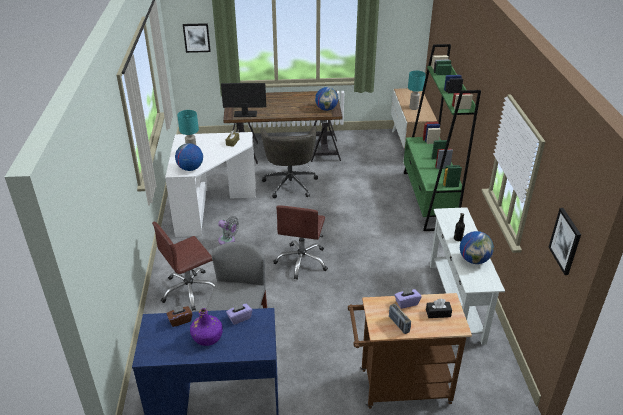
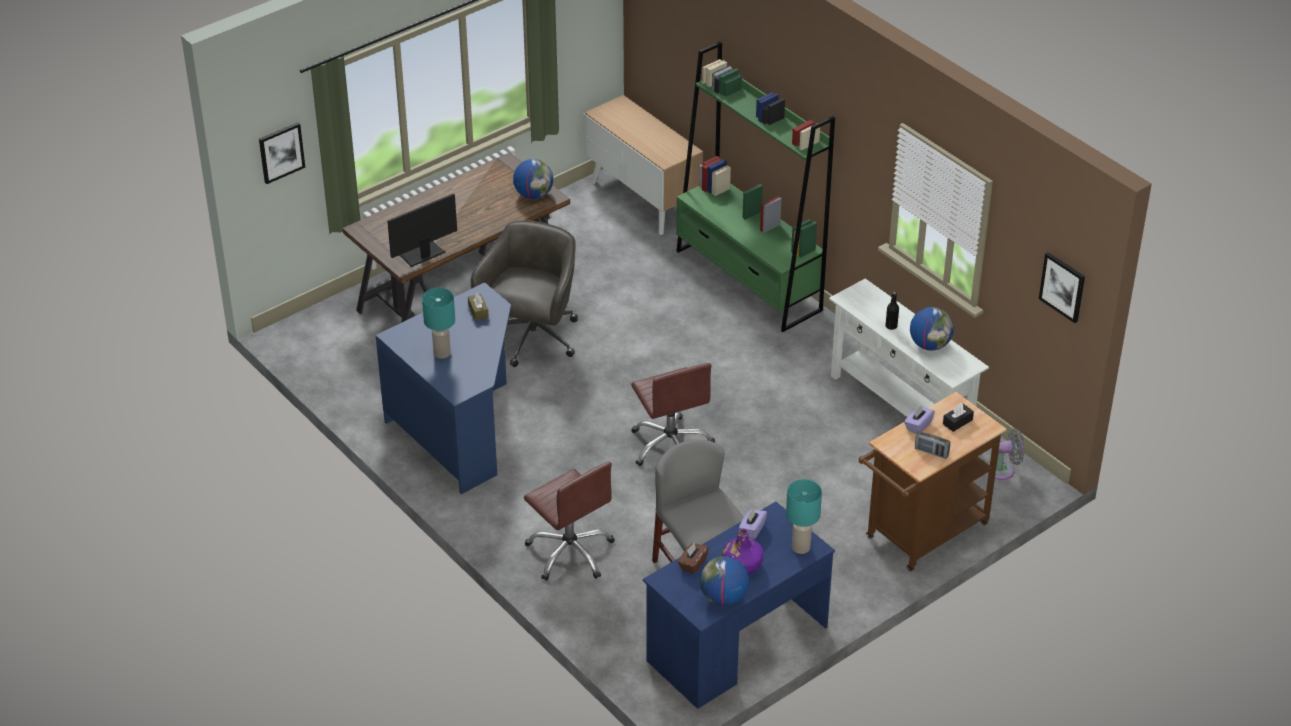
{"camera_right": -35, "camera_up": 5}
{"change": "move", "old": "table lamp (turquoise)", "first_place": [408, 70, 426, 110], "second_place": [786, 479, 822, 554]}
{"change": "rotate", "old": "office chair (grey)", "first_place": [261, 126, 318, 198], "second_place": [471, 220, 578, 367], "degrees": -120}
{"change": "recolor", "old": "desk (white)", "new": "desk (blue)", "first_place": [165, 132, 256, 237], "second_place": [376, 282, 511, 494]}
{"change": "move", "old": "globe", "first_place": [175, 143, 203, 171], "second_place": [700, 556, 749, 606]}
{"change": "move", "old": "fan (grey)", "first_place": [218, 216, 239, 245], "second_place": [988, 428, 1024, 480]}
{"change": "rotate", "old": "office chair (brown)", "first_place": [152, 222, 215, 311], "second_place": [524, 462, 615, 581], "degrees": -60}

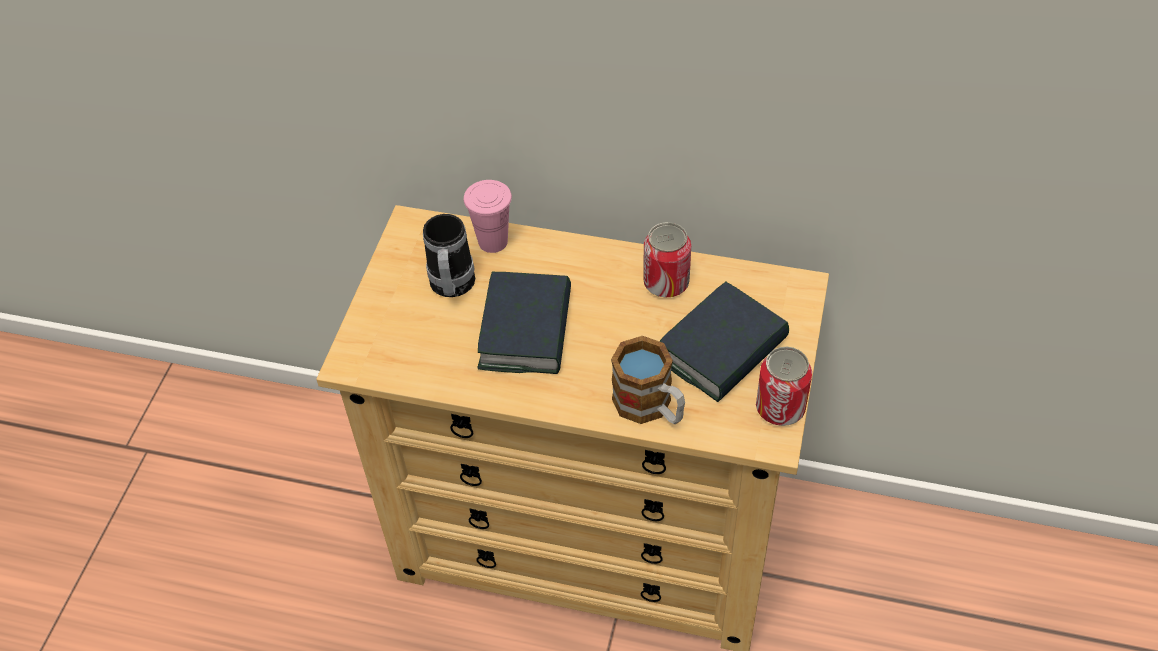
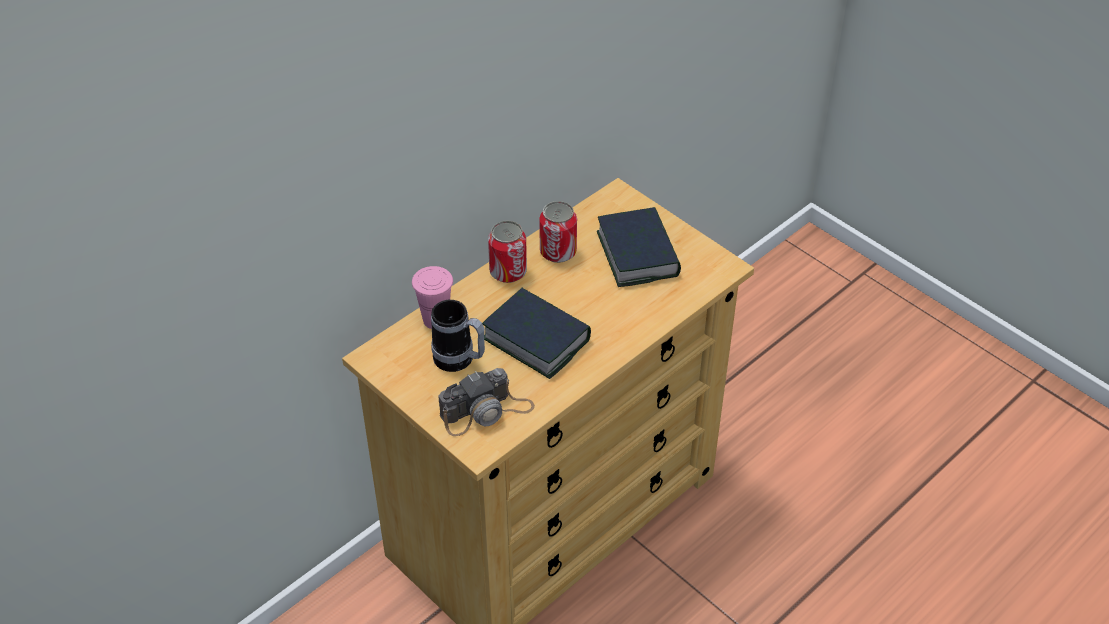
{"camera_right": -60, "camera_up": -5}
{"change": "delete", "old": "mug", "first_place": [611, 336, 685, 424]}
{"change": "move", "old": "can", "first_place": [756, 347, 812, 426], "second_place": [488, 221, 527, 283]}
{"change": "insert", "new": "photo camera", "second_place": [438, 368, 535, 436]}

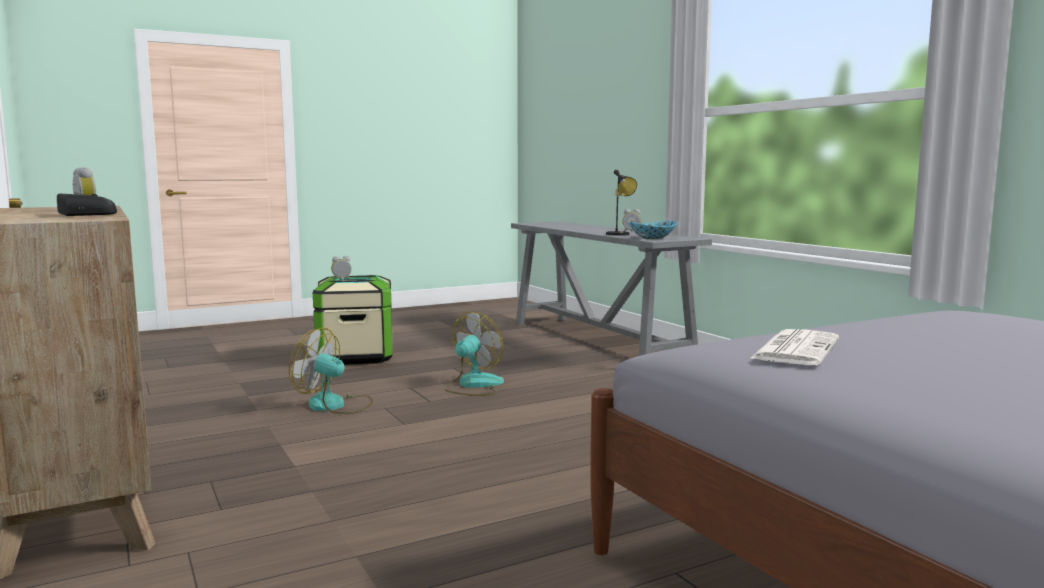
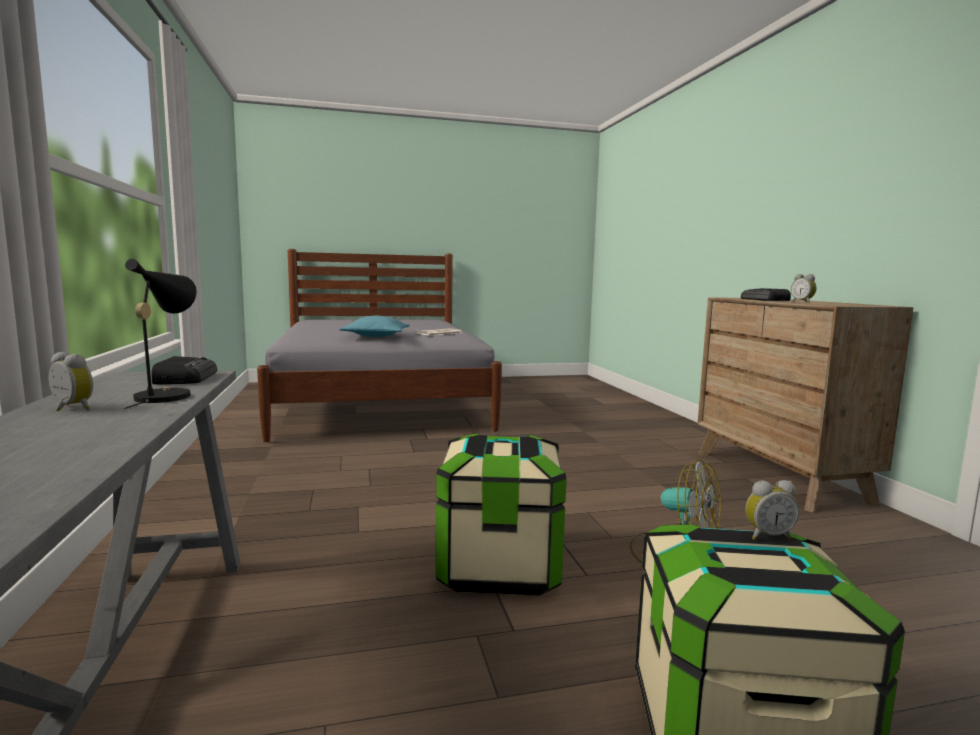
{"camera_right": -165, "camera_up": 0}
{"change": "replace", "old": "bowl", "new": "radio", "first_place": [628, 221, 678, 239], "second_place": [151, 356, 217, 384]}
{"change": "replace", "old": "fan", "new": "storage box", "first_place": [445, 312, 504, 396], "second_place": [436, 433, 567, 596]}
{"change": "insert", "new": "pillow (turquoise)", "second_place": [339, 316, 410, 337]}

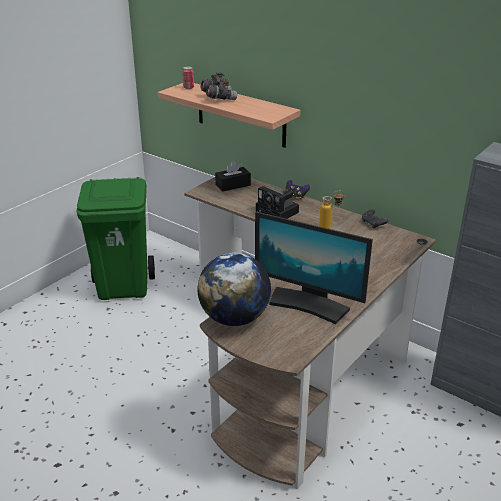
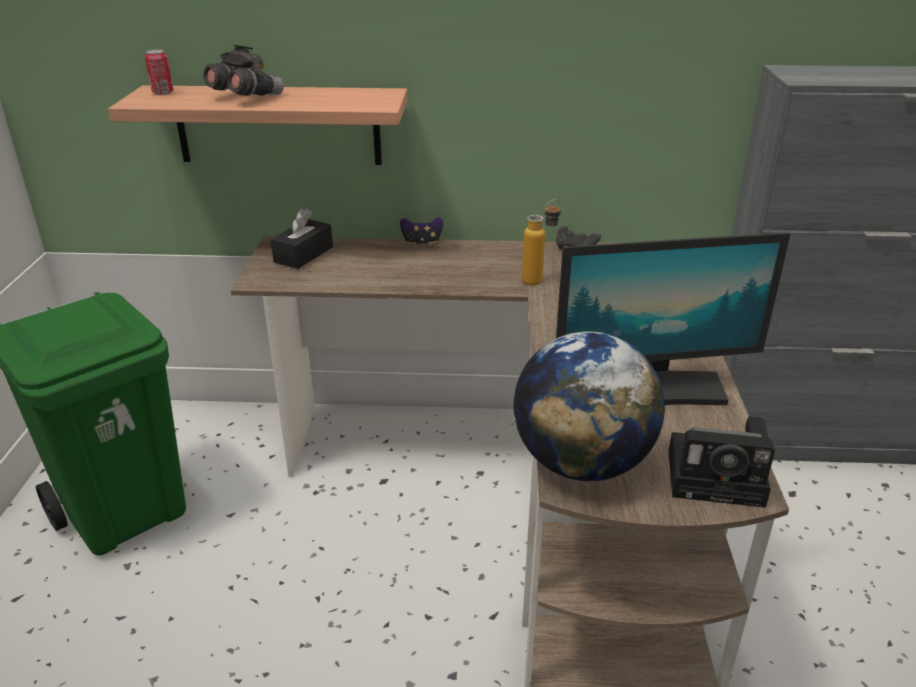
{"camera_right": -35, "camera_up": 0}
{"change": "move", "old": "photo camera", "first_place": [256, 186, 299, 219], "second_place": [669, 416, 775, 508]}

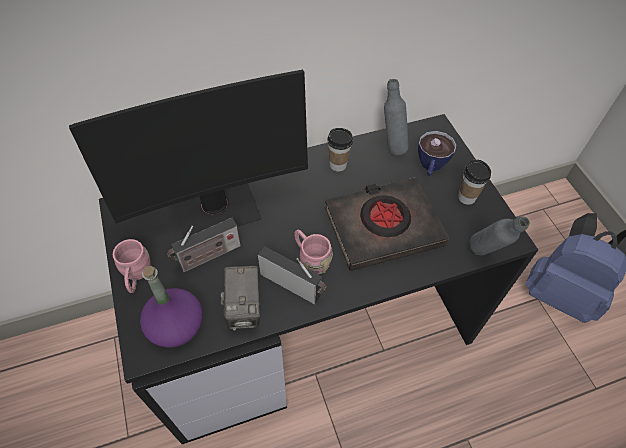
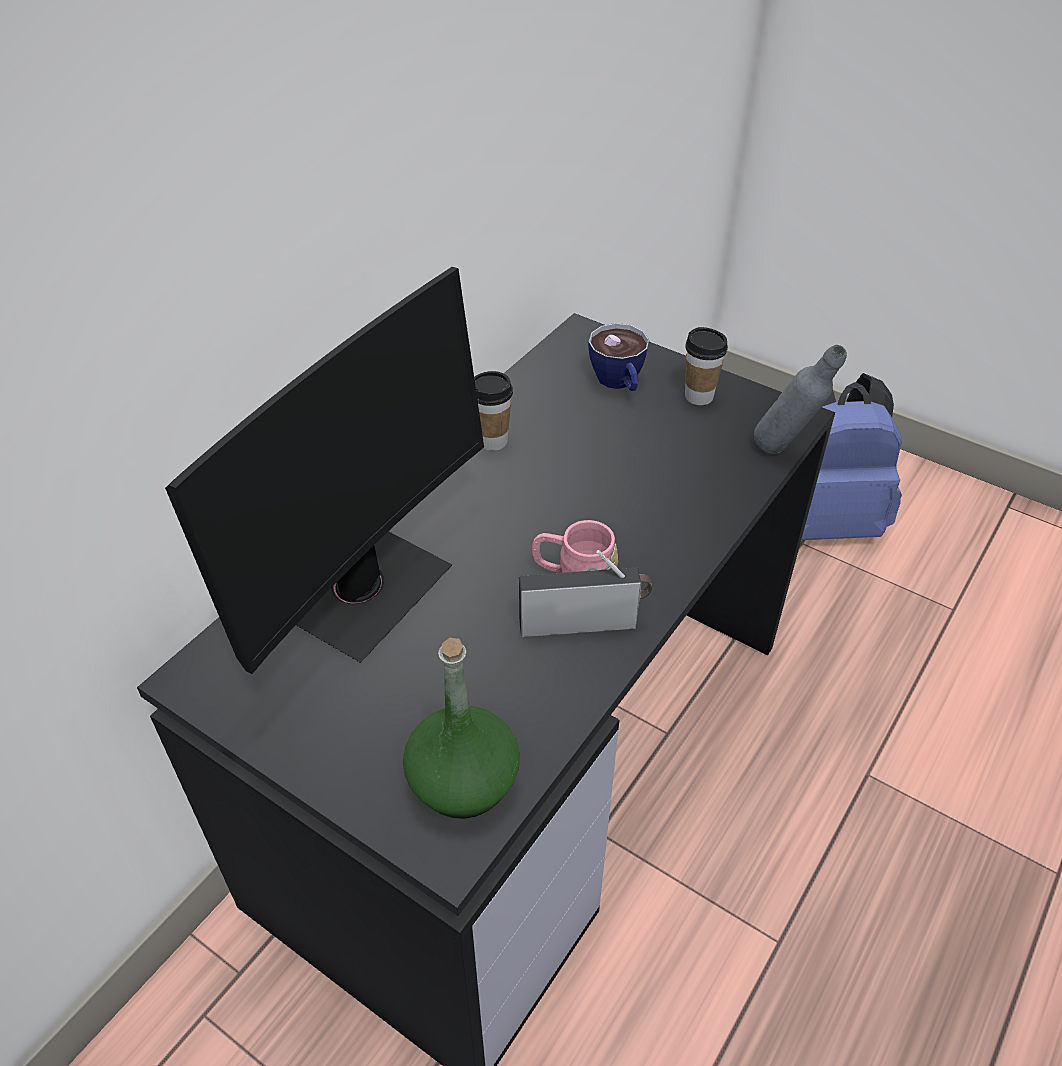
{"camera_right": -35, "camera_up": -10}
{"change": "delete", "old": "bottle (grey)", "first_place": [384, 79, 409, 155]}
{"change": "delete", "old": "book (black)", "first_place": [325, 177, 449, 271]}
{"change": "delete", "old": "radio", "first_place": [167, 218, 241, 273]}
{"change": "delete", "old": "mug (pink)", "first_place": [113, 239, 151, 293]}
{"change": "recolor", "old": "bottle (purple)", "new": "bottle (green)", "first_place": [140, 266, 203, 347], "second_place": [403, 638, 520, 819]}
{"change": "delete", "old": "photo camera", "first_place": [221, 266, 260, 331]}

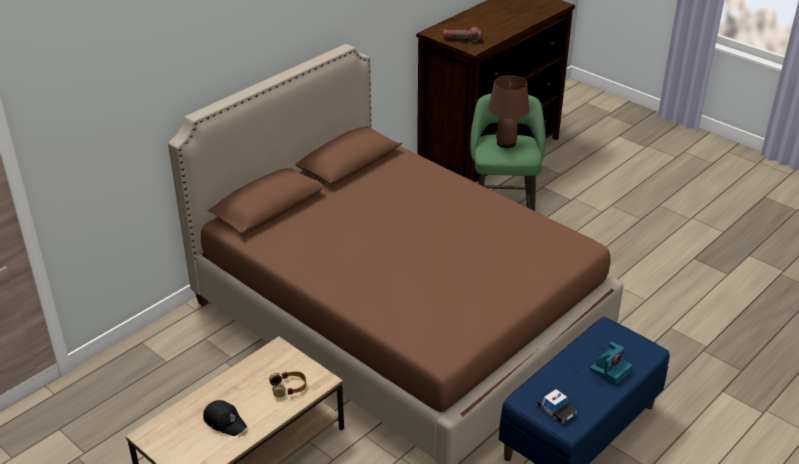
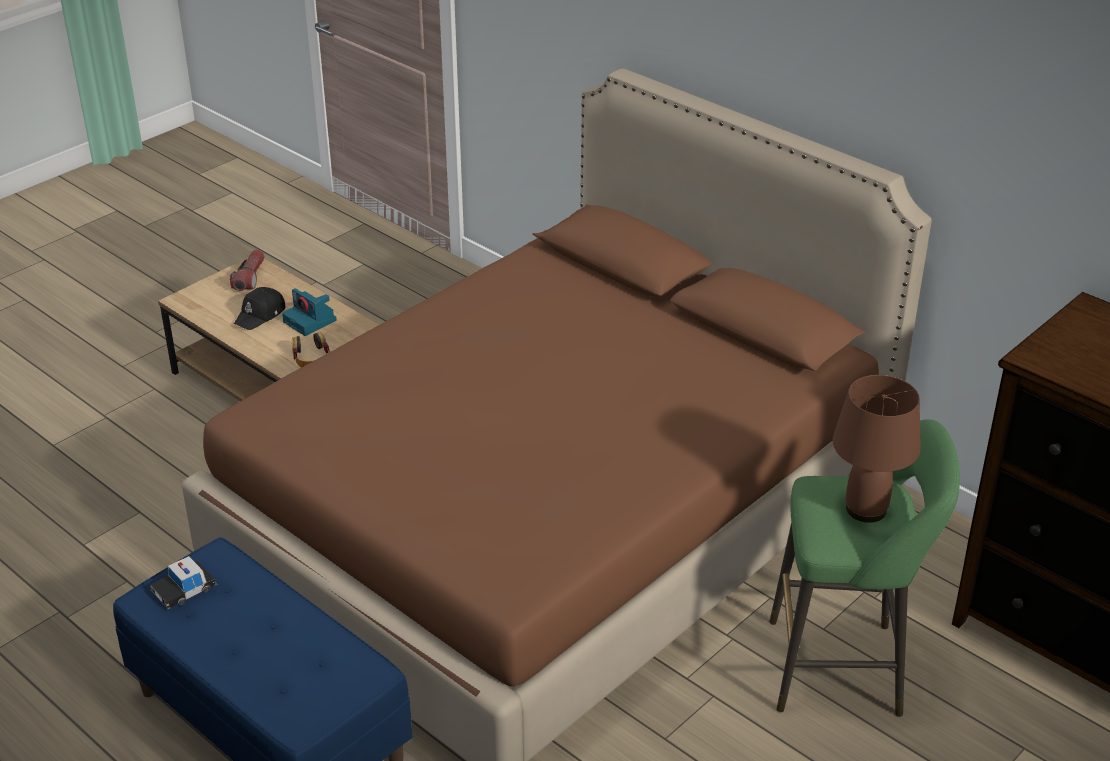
{"camera_right": 90, "camera_up": 0}
{"change": "move", "old": "flashlight", "first_place": [443, 27, 481, 42], "second_place": [230, 250, 265, 291]}
{"change": "move", "old": "photo camera", "first_place": [590, 342, 632, 385], "second_place": [282, 288, 337, 336]}

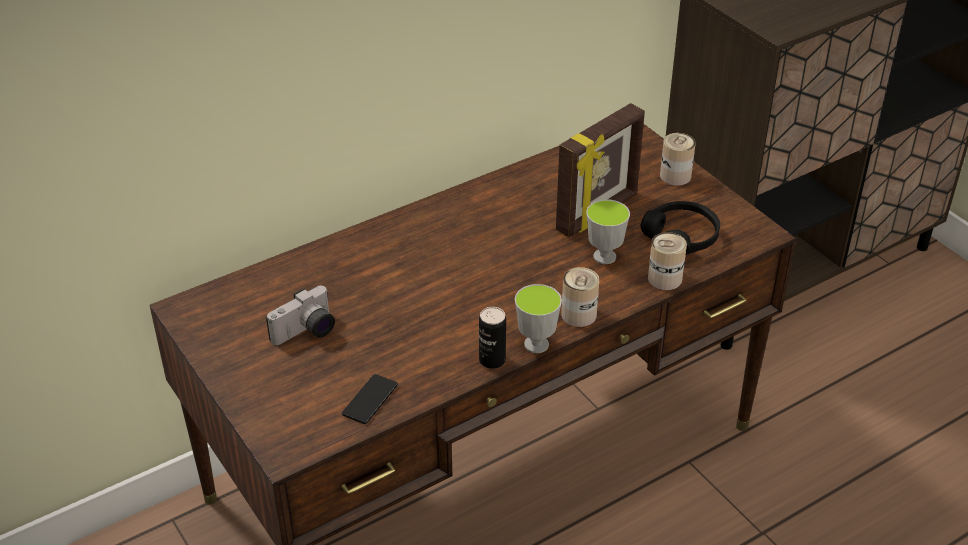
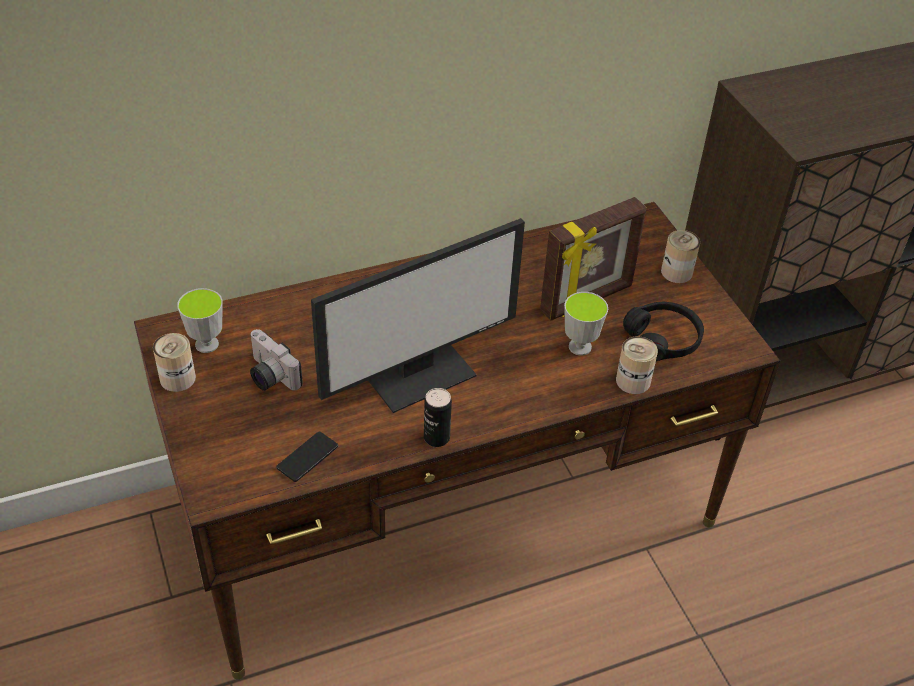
{"camera_right": 10, "camera_up": 5}
{"change": "move", "old": "can", "first_place": [561, 267, 599, 327], "second_place": [153, 333, 196, 392]}
{"change": "move", "old": "cup", "first_place": [515, 284, 562, 353], "second_place": [177, 288, 223, 353]}
{"change": "rotate", "old": "photo camera", "first_place": [266, 286, 335, 345], "second_place": [250, 329, 303, 391], "degrees": 75}
{"change": "insert", "new": "monitor", "second_place": [311, 218, 525, 413]}

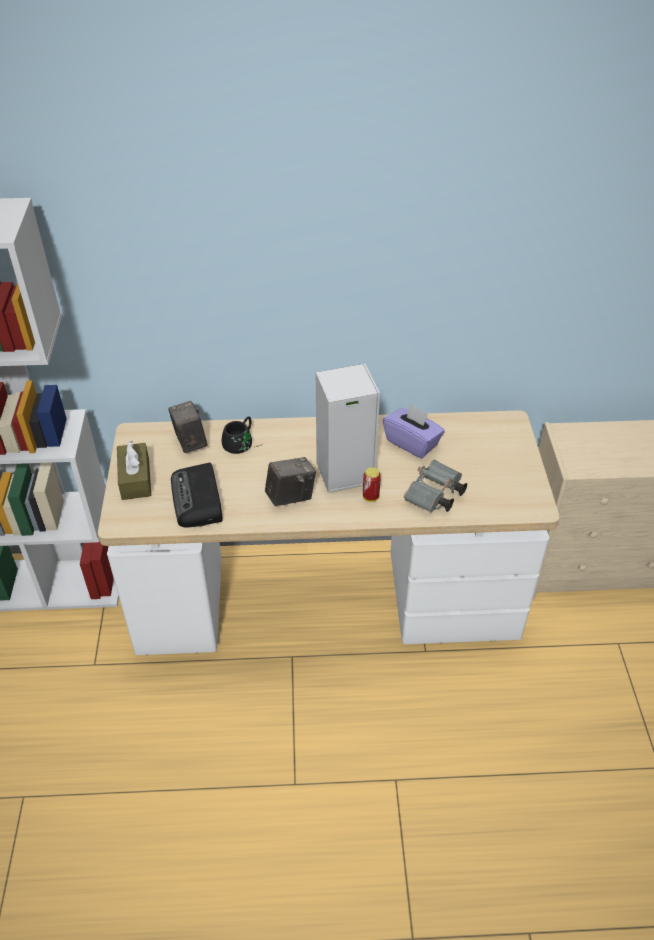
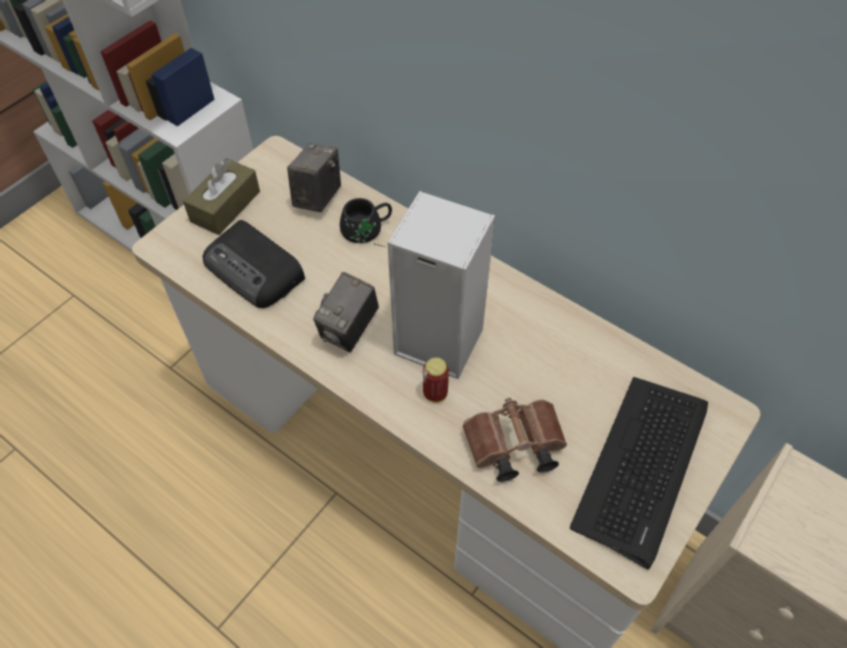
{"camera_right": 40, "camera_up": 10}
{"change": "delete", "old": "tissue box (purple)", "first_place": [383, 404, 445, 458]}
{"change": "rotate", "old": "photo camera", "first_place": [265, 457, 316, 507], "second_place": [313, 272, 379, 352], "degrees": 105}
{"change": "recolor", "old": "binoculars (grey)", "new": "binoculars (brown)", "first_place": [404, 459, 467, 513], "second_place": [462, 398, 567, 482]}
{"change": "rotate", "old": "radio", "first_place": [171, 462, 223, 528], "second_place": [203, 220, 305, 308], "degrees": -75}
{"change": "insert", "new": "keyboard", "second_place": [570, 377, 708, 570]}

